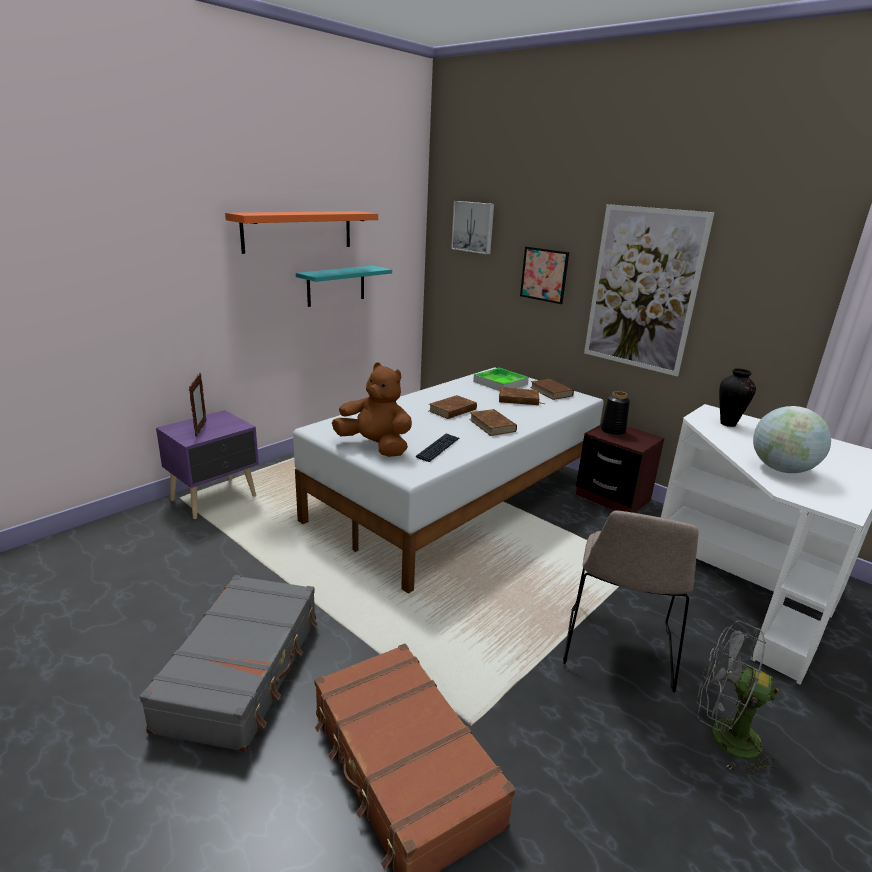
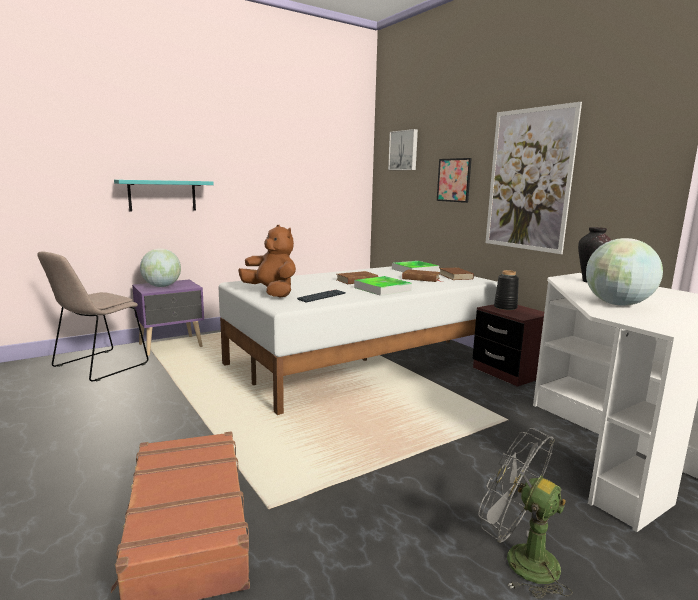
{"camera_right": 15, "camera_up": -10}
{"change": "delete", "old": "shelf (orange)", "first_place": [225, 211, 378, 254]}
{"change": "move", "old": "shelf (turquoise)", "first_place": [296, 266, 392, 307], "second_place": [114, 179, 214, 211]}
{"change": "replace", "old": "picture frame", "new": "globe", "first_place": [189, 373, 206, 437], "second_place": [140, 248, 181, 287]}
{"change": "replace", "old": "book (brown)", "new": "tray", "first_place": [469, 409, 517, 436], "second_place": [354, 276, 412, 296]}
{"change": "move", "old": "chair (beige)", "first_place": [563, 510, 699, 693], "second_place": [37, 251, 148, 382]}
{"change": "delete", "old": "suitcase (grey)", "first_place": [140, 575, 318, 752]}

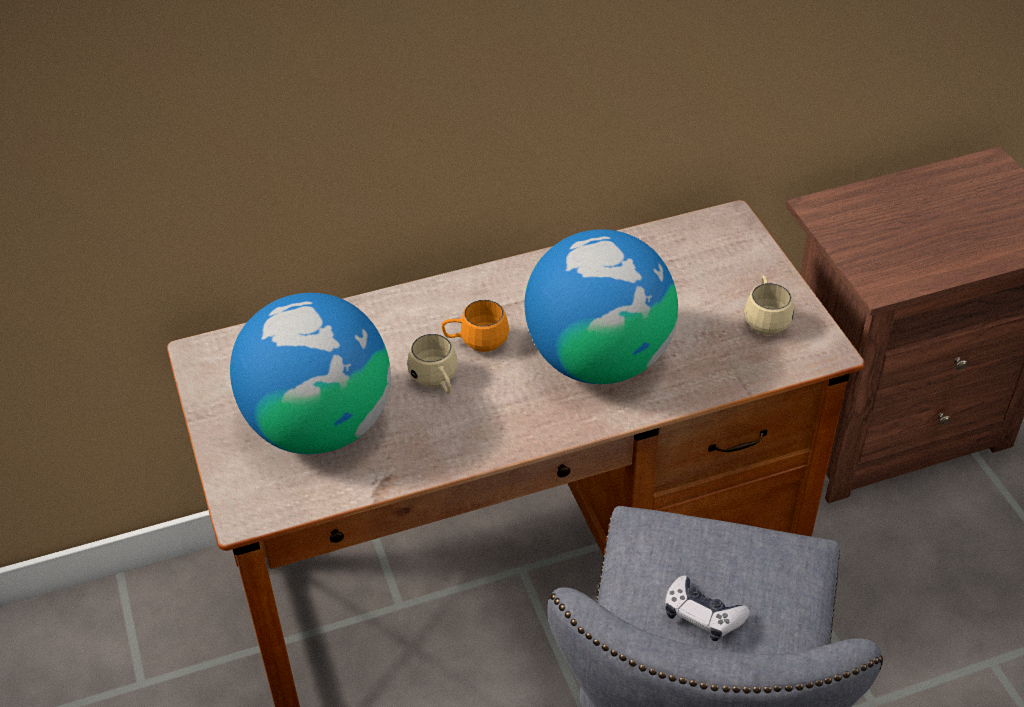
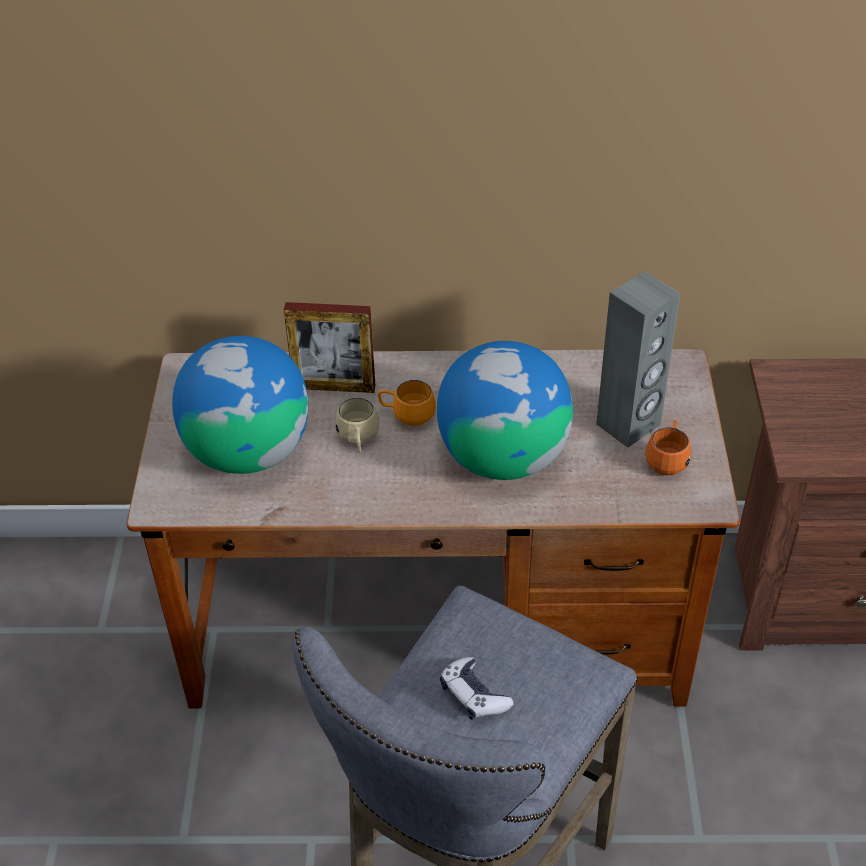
{"camera_right": 20, "camera_up": 0}
{"change": "recolor", "old": "mug (beige)", "new": "mug (orange)", "first_place": [744, 275, 794, 335], "second_place": [645, 420, 691, 475]}
{"change": "insert", "new": "speaker (grey)", "second_place": [596, 271, 681, 447]}
{"change": "insert", "new": "picture frame", "second_place": [284, 302, 375, 393]}

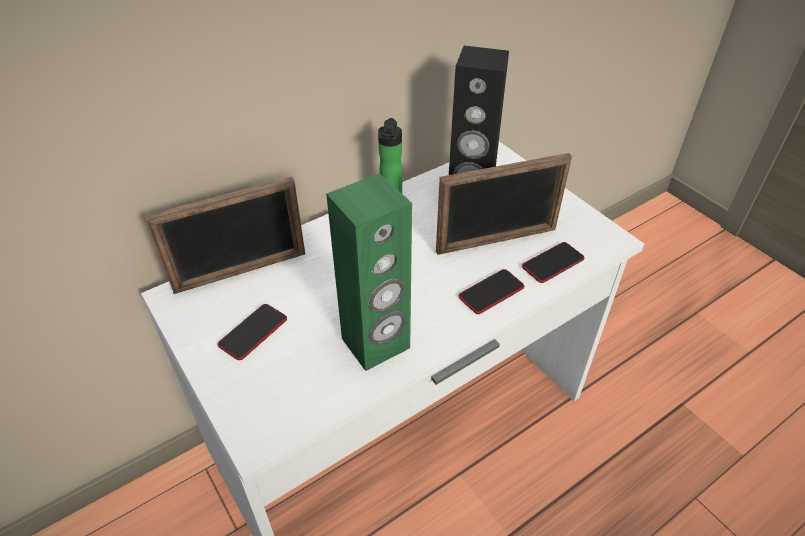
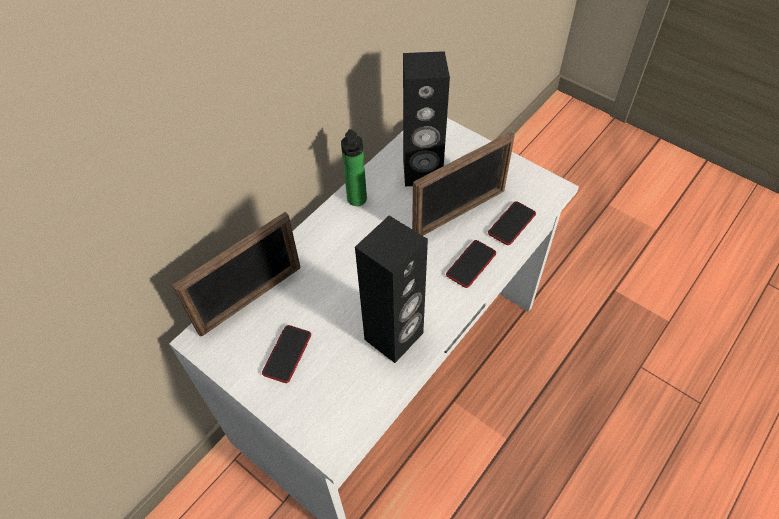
{"camera_right": -15, "camera_up": 10}
{"change": "recolor", "old": "speaker (green)", "new": "speaker (black)", "first_place": [326, 174, 412, 371], "second_place": [355, 216, 428, 363]}

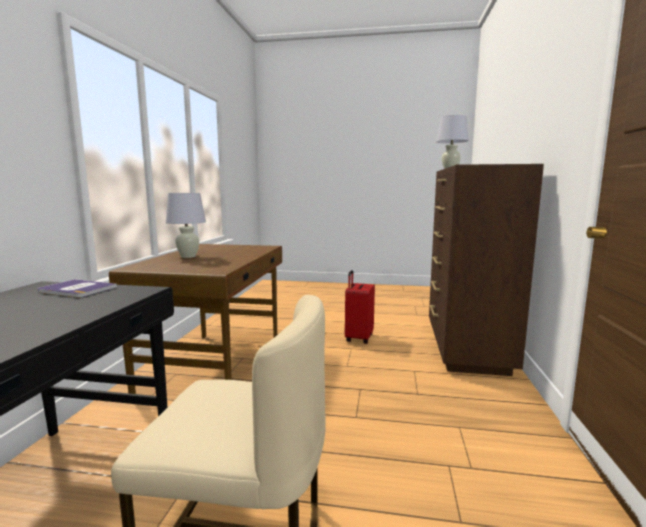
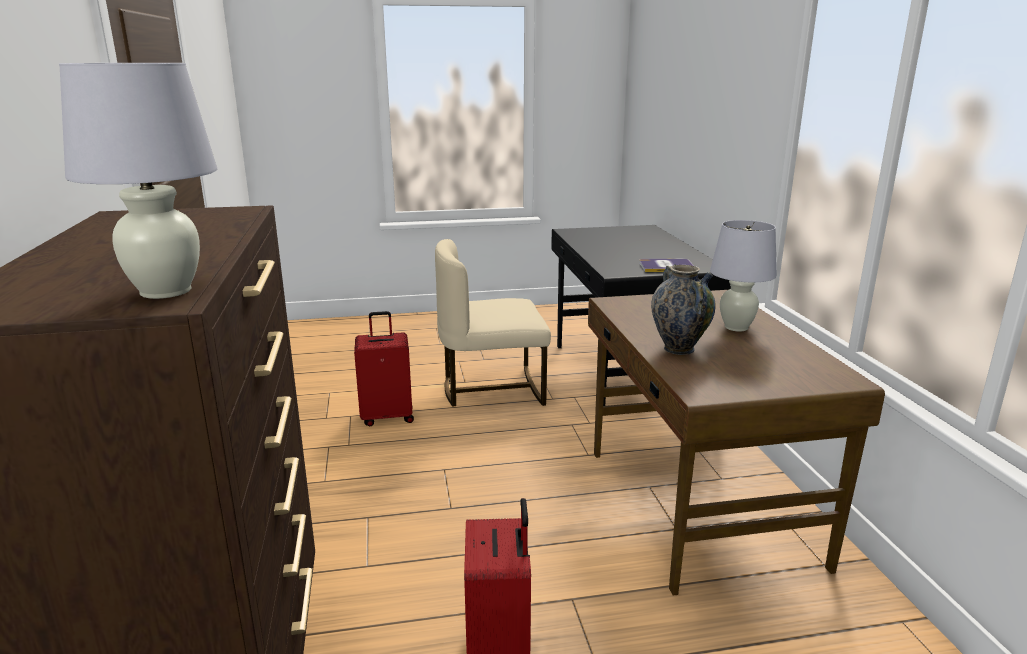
{"camera_right": 160, "camera_up": 10}
{"change": "insert", "new": "vase", "second_place": [651, 264, 716, 355]}
{"change": "insert", "new": "suitcase (red)", "second_place": [354, 311, 414, 427]}

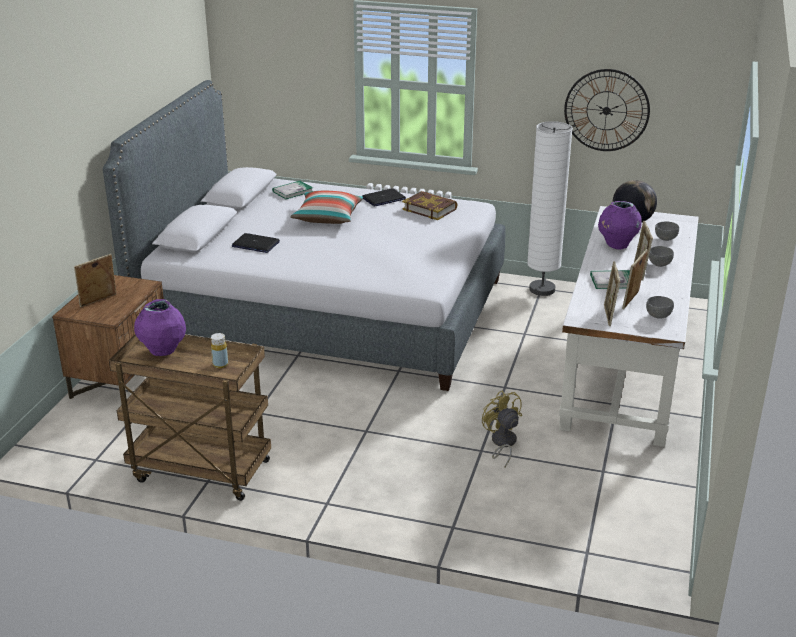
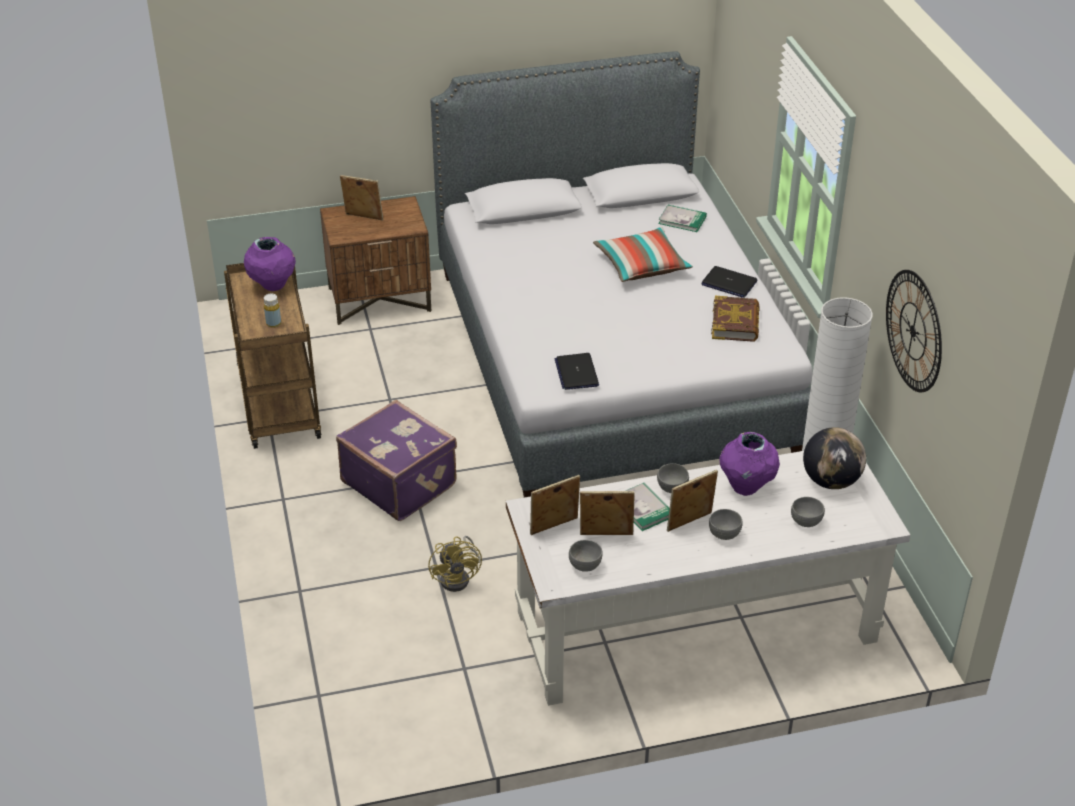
{"camera_right": 60, "camera_up": 10}
{"change": "move", "old": "laptop", "first_place": [232, 233, 280, 253], "second_place": [555, 353, 599, 390]}
{"change": "rotate", "old": "fan (yellow)", "first_place": [482, 390, 522, 468], "second_place": [428, 536, 482, 592], "degrees": 135}
{"change": "insert", "new": "suitcase (purple)", "second_place": [336, 400, 457, 521]}
{"change": "insert", "new": "bowl (grey)", "second_place": [657, 463, 689, 493]}

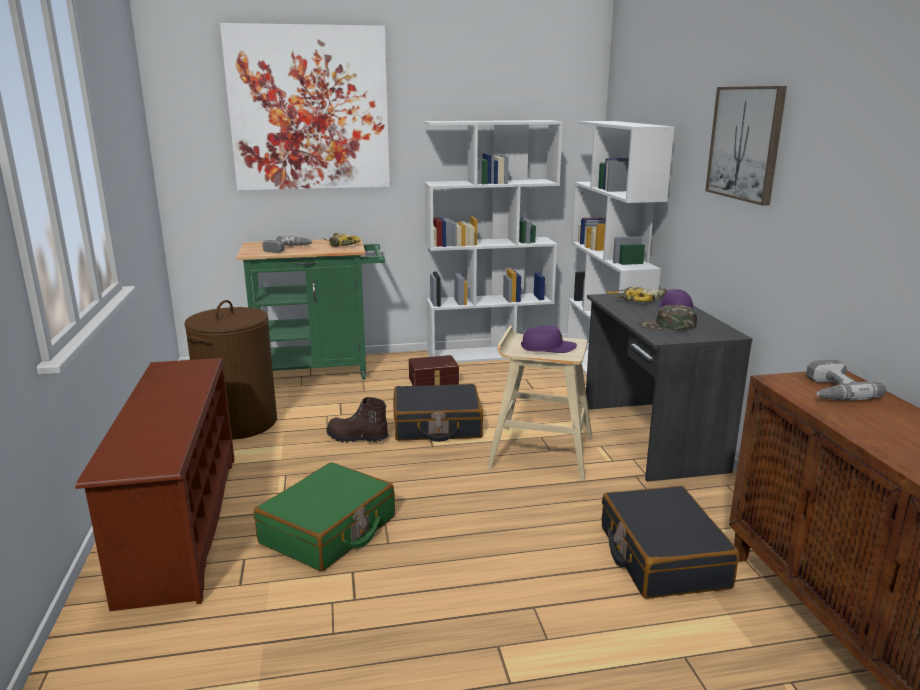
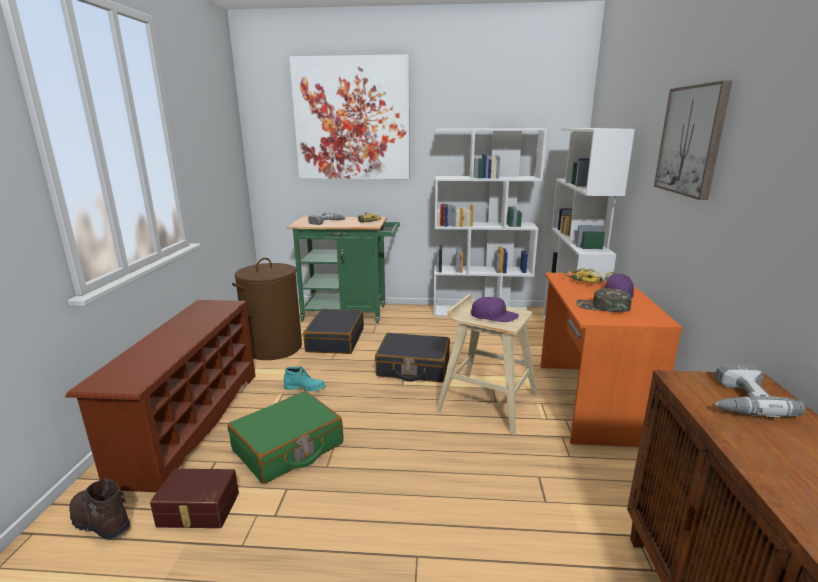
{"camera_right": 15, "camera_up": 0}
{"change": "recolor", "old": "desk (grey)", "new": "desk (orange)", "first_place": [586, 293, 753, 482], "second_place": [540, 273, 683, 447]}
{"change": "move", "old": "storage box (brown)", "first_place": [409, 355, 459, 386], "second_place": [150, 469, 239, 528]}
{"change": "move", "old": "boot (brown)", "first_place": [326, 397, 389, 443], "second_place": [69, 478, 130, 540]}
{"change": "move", "old": "suitcase (black)", "first_place": [602, 486, 739, 599], "second_place": [303, 309, 364, 354]}
{"change": "insert", "new": "boot (turquoise)", "second_place": [284, 367, 325, 392]}

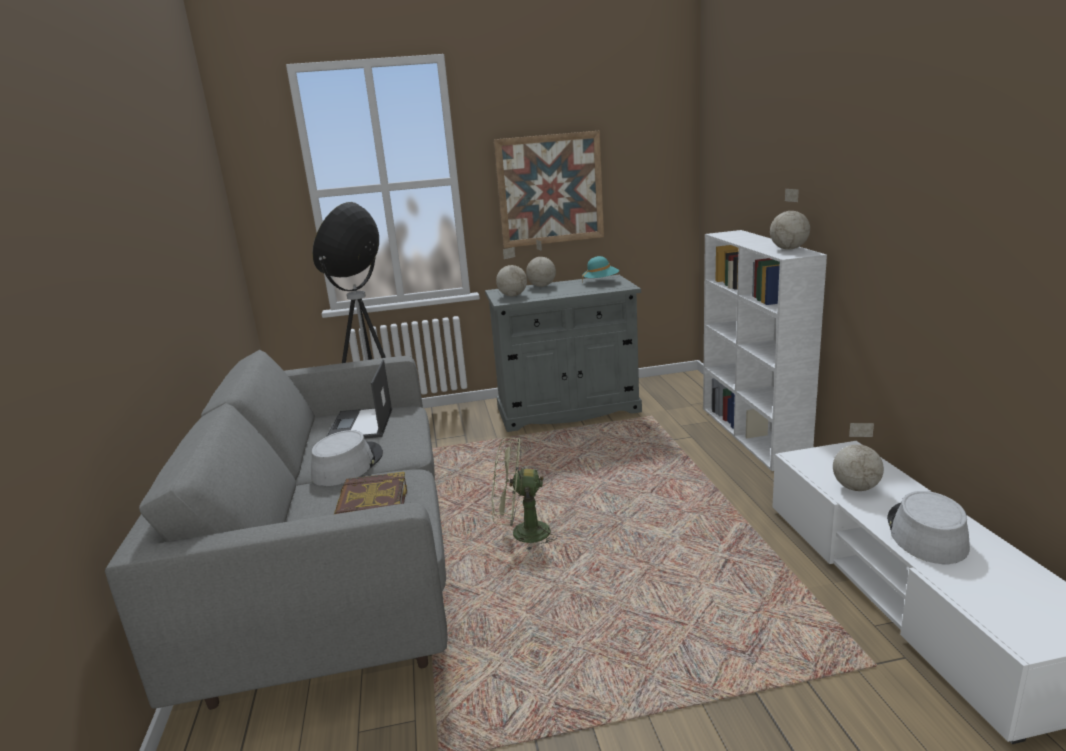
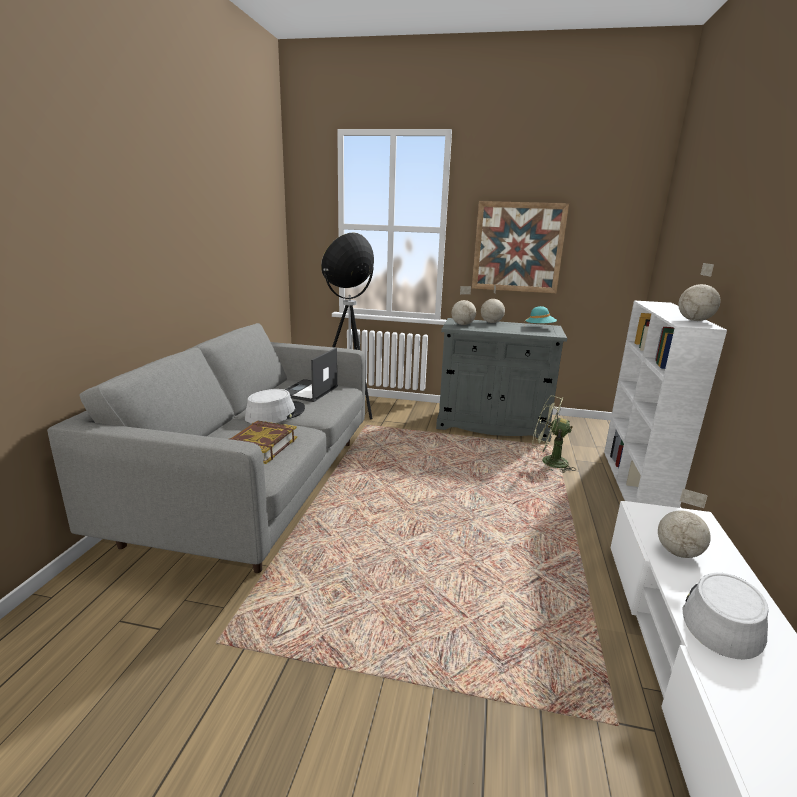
{"camera_right": 20, "camera_up": 0}
{"change": "move", "old": "fan (green)", "first_place": [492, 437, 557, 551], "second_place": [532, 395, 576, 473]}

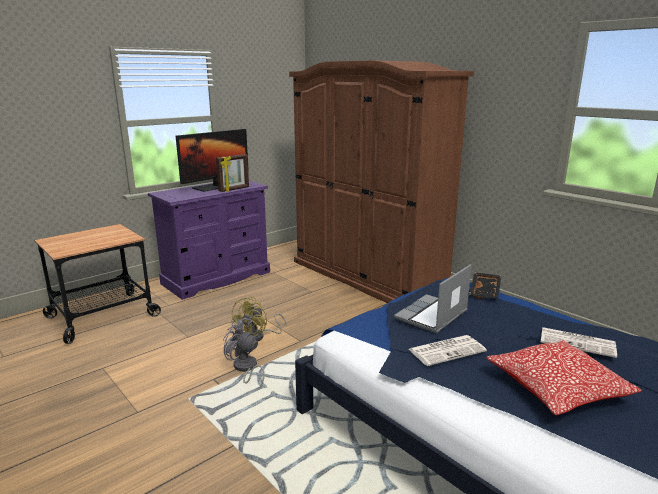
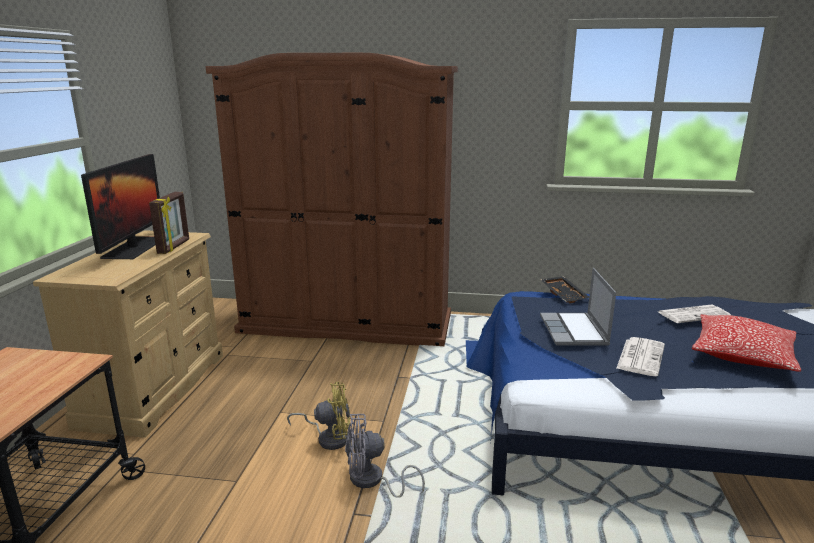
{"camera_right": -40, "camera_up": 0}
{"change": "recolor", "old": "dresser (purple)", "new": "dresser (beige)", "first_place": [148, 181, 270, 300], "second_place": [33, 230, 223, 438]}
{"change": "rotate", "old": "fan (yellow)", "first_place": [231, 297, 287, 342], "second_place": [287, 382, 350, 450], "degrees": -75}

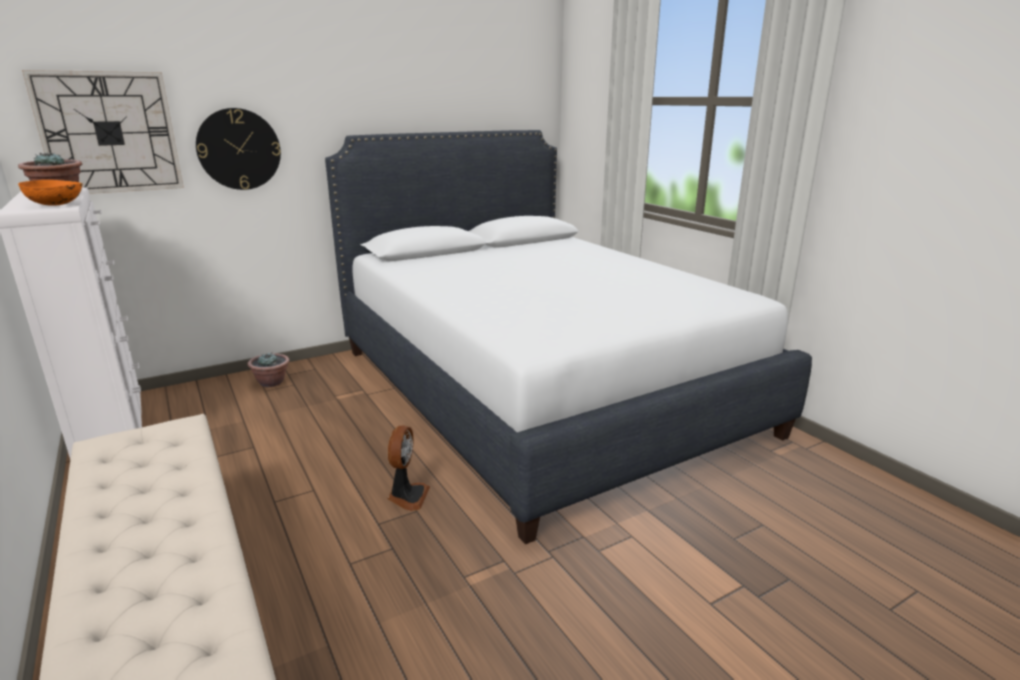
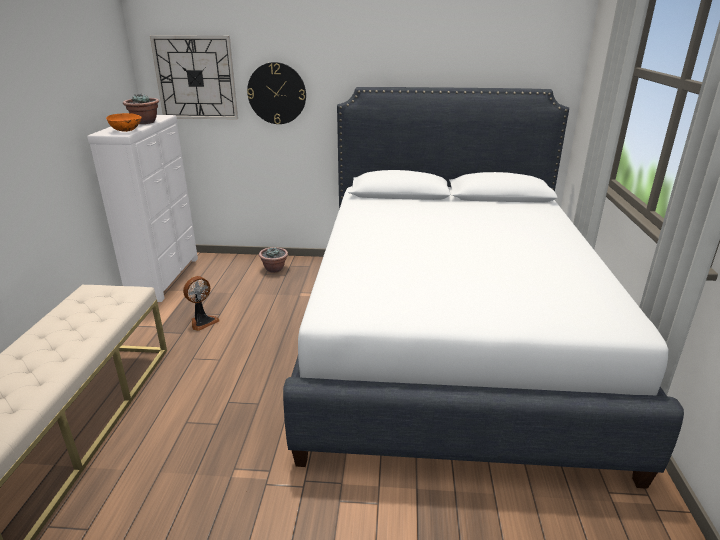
{"camera_right": 35, "camera_up": 5}
{"change": "move", "old": "fan", "first_place": [387, 426, 430, 511], "second_place": [183, 276, 219, 331]}

